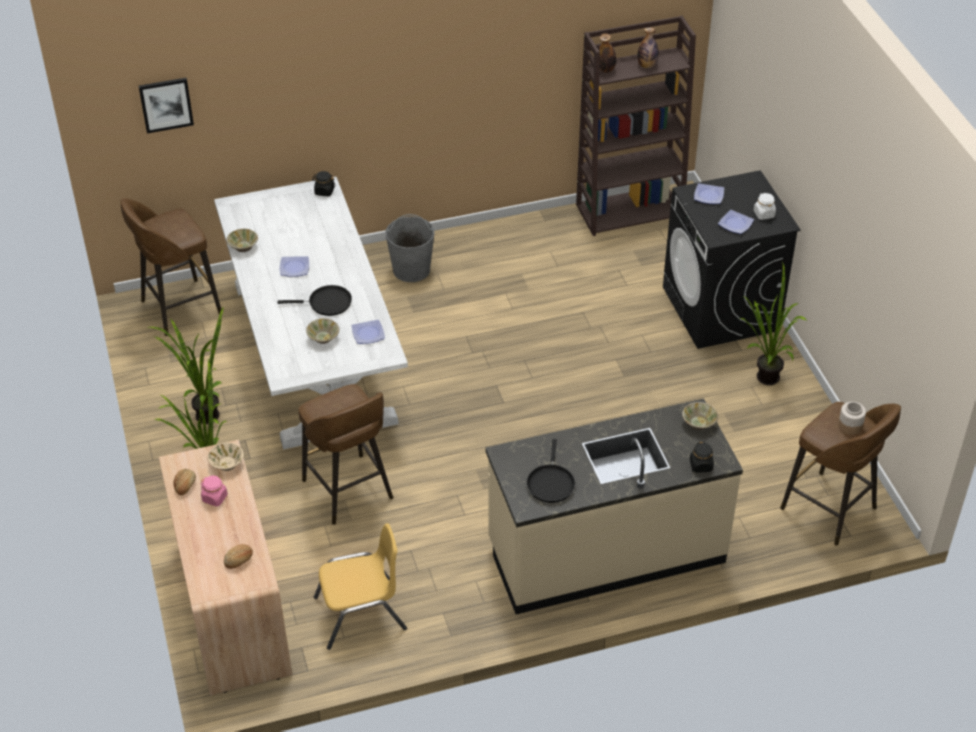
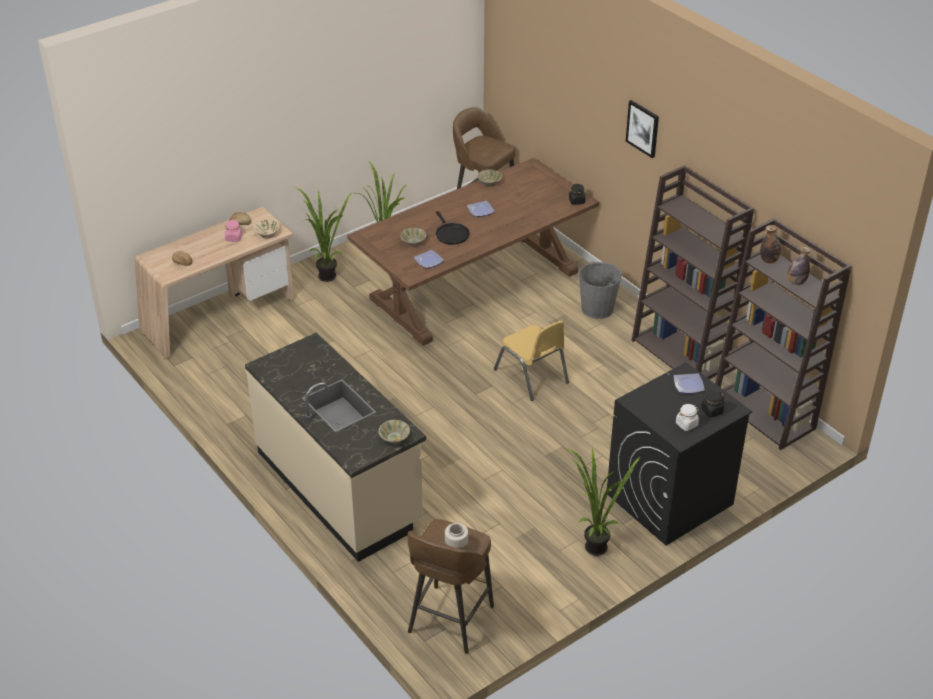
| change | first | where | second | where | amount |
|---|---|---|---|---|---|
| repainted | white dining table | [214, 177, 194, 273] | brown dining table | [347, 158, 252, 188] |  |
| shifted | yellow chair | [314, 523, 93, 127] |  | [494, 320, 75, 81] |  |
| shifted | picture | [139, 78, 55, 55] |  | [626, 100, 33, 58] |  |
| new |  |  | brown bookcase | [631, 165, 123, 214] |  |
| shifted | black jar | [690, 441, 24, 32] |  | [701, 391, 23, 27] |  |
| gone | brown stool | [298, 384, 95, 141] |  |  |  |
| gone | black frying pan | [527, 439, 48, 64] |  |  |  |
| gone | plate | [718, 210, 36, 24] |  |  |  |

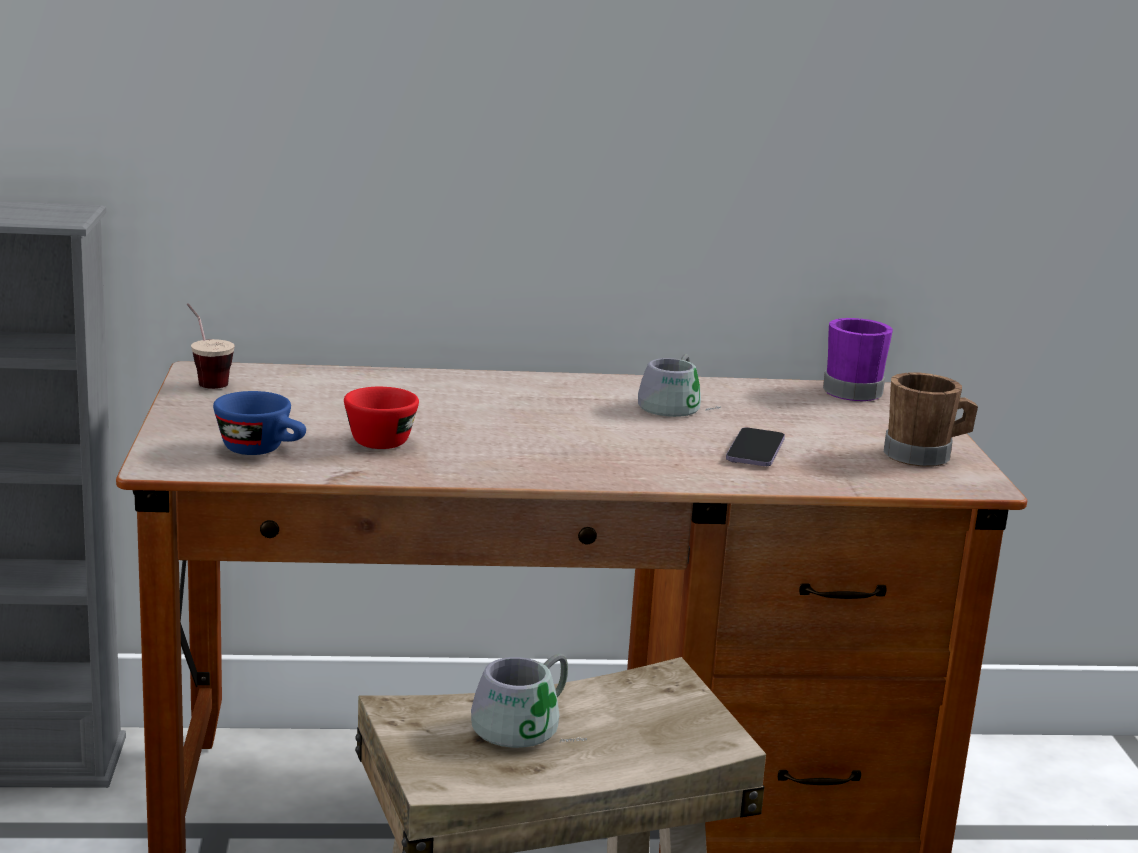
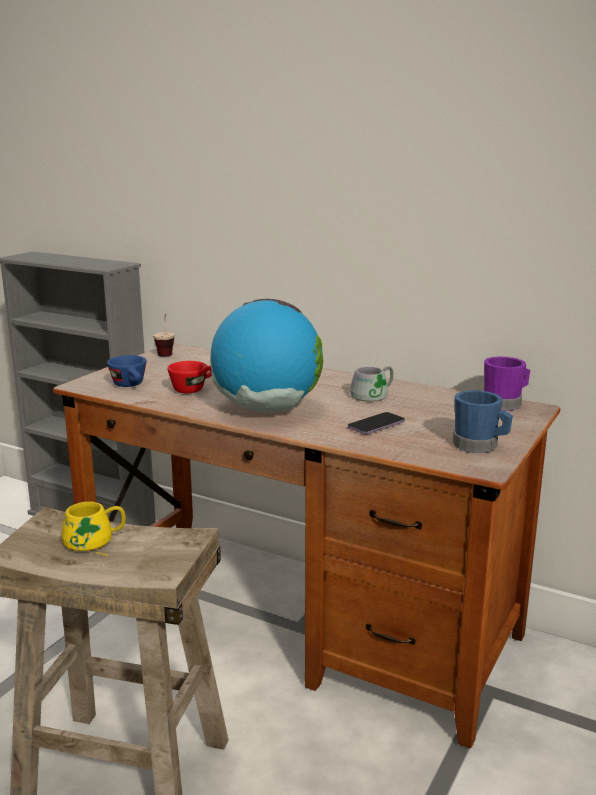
| change | first | where | second | where | amount |
|---|---|---|---|---|---|
| repainted | grey mug | [471, 654, 116, 94] | yellow mug | [62, 502, 64, 54] |  |
| new |  |  | globe | [210, 299, 113, 114] |  |
| repainted | brown mug | [884, 373, 94, 94] | blue mug | [453, 390, 60, 63] |  |

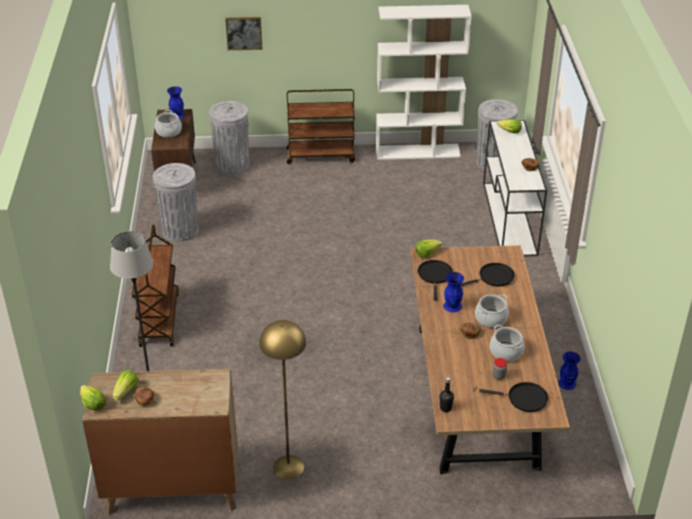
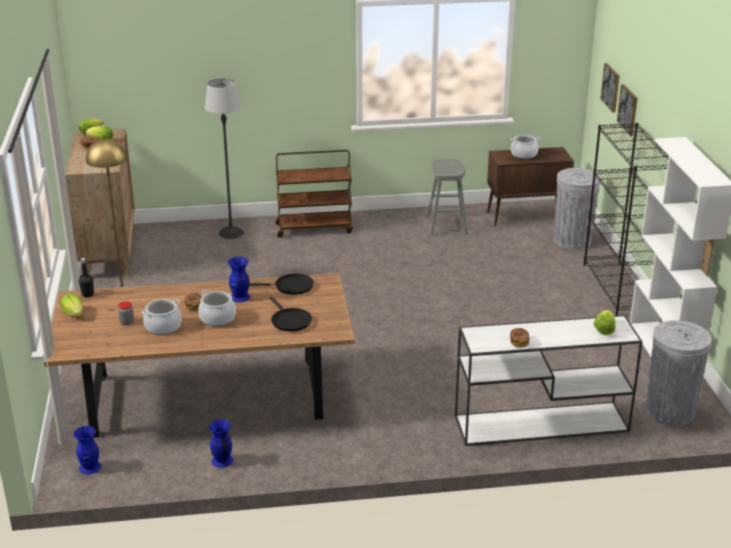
| change | first | where | second | where | amount |
|---|---|---|---|---|---|
| shifted | lettuce | [416, 240, 26, 18] |  | [61, 294, 22, 22] |  |
| shifted | blue vase | [167, 86, 18, 33] |  | [74, 426, 27, 49] |  |
| swapped | grey trash can | [152, 163, 47, 79] | grey stool | [427, 159, 41, 77] |  |
| swapped | brown cart | [287, 89, 68, 75] | black bookcase | [584, 123, 85, 192] |  |
| new |  |  | picture | [600, 63, 20, 49] |  |
| gone | black frying pan | [479, 382, 69, 30] |  |  |  |

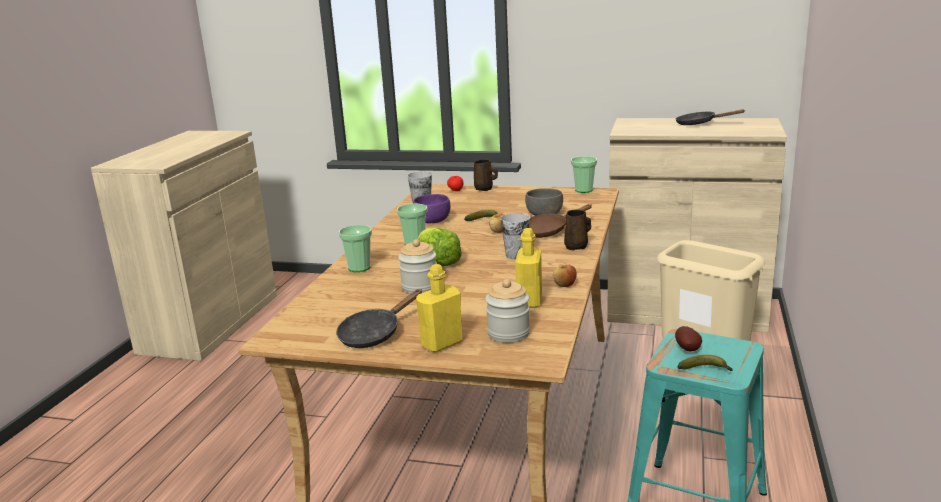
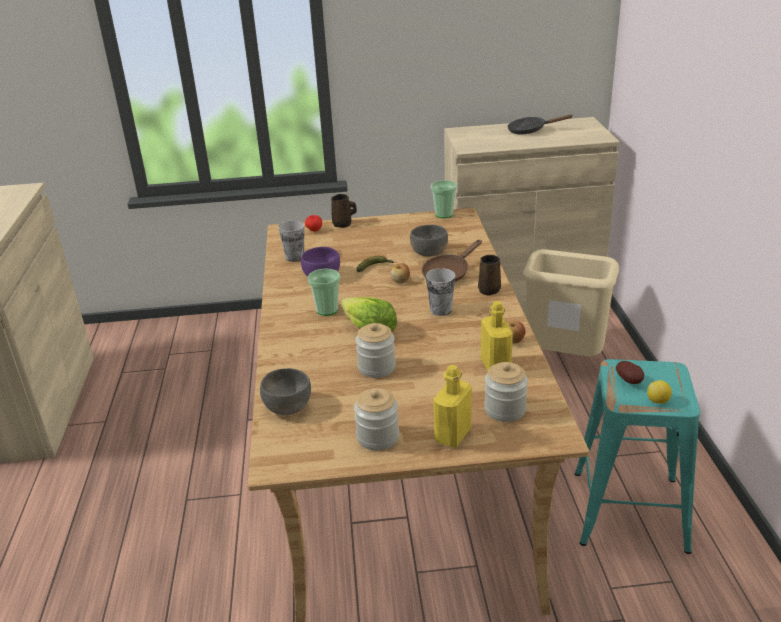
| change | first | where | second | where | amount |
|---|---|---|---|---|---|
| new |  |  | grey bowl | [260, 368, 51, 47] |  |
| swapped | black frying pan | [336, 289, 86, 59] | jar | [354, 388, 45, 63] |  |
| swapped | banana | [678, 355, 55, 16] | lemon | [647, 380, 25, 23] |  |
| gone | cup | [339, 225, 33, 47] |  |  |  |

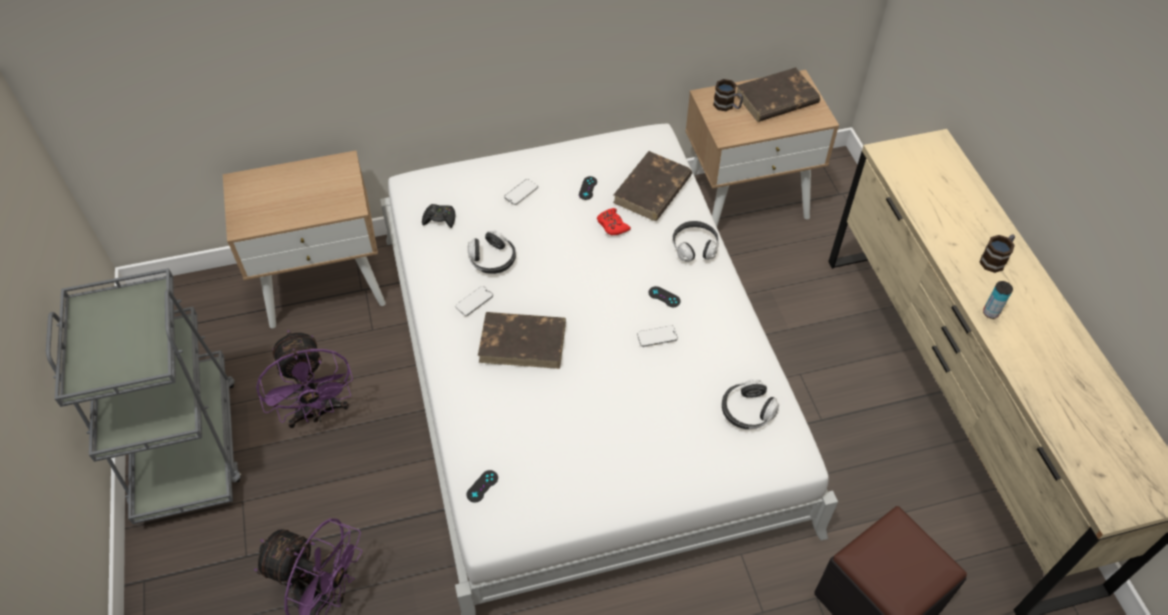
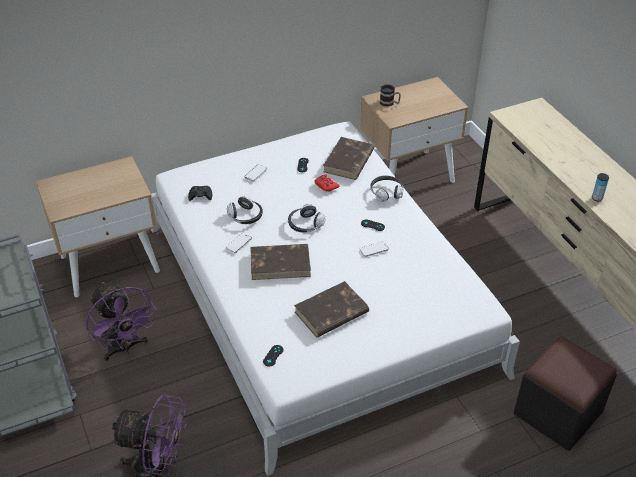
| change | first | where | second | where | amount |
|---|---|---|---|---|---|
| shifted | headphones | [722, 379, 57, 50] |  | [288, 204, 38, 29] |  |
| shifted | brown book | [736, 67, 84, 55] |  | [294, 281, 75, 57] |  |
| gone | mug | [979, 234, 36, 39] |  |  |  |

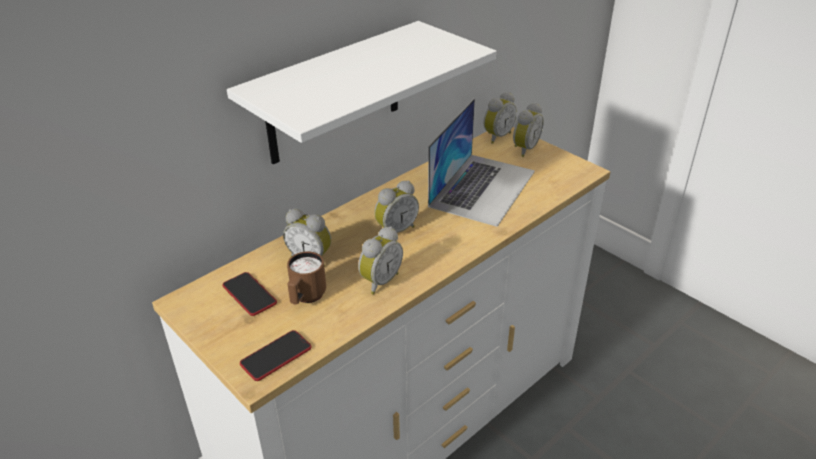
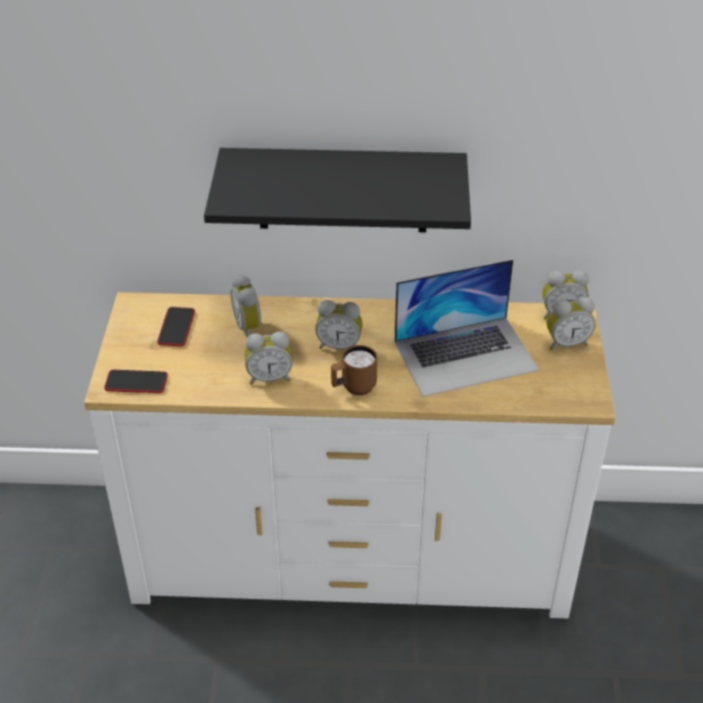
| change | first | where | second | where | amount |
|---|---|---|---|---|---|
| repainted | white shelf | [227, 21, 269, 143] | black shelf | [204, 148, 267, 84] |  |
| shifted | brown mug | [287, 251, 39, 53] |  | [331, 345, 46, 50] |  |

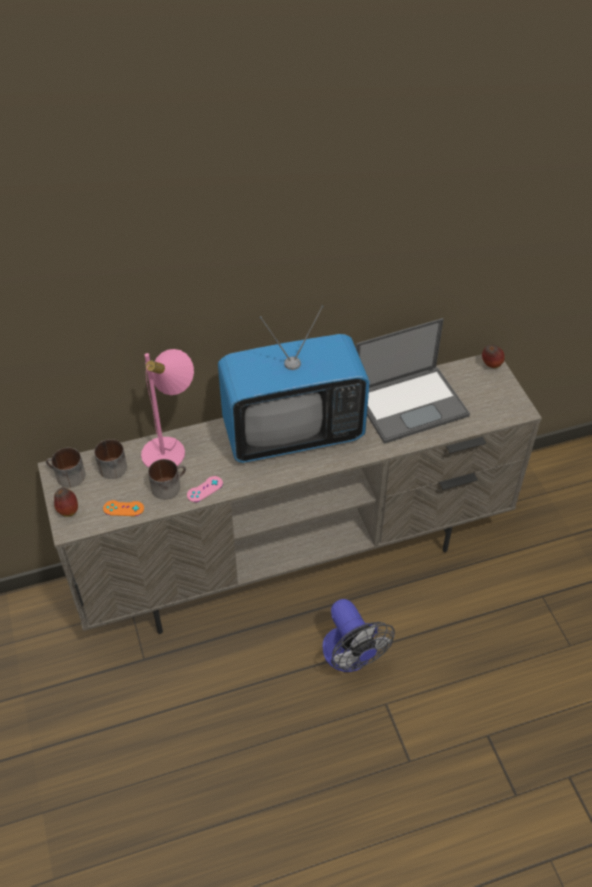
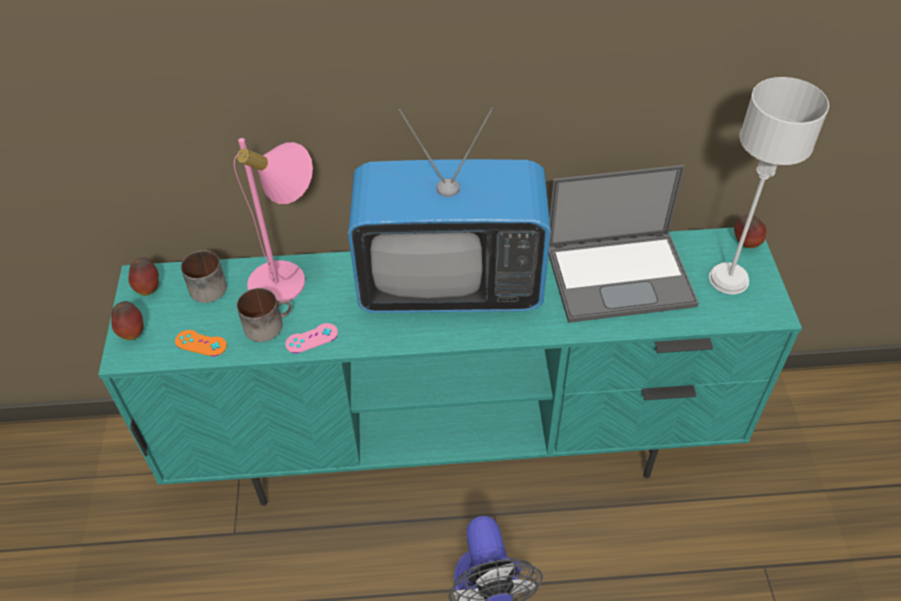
| change | first | where | second | where | amount |
|---|---|---|---|---|---|
| repainted | beige tv stand | [38, 354, 504, 280] | turquoise tv stand | [98, 227, 704, 279] |  |
| swapped | mug | [46, 447, 40, 41] | apple | [129, 258, 30, 38] |  |
| new |  |  | grey table lamp | [709, 77, 120, 217] |  |

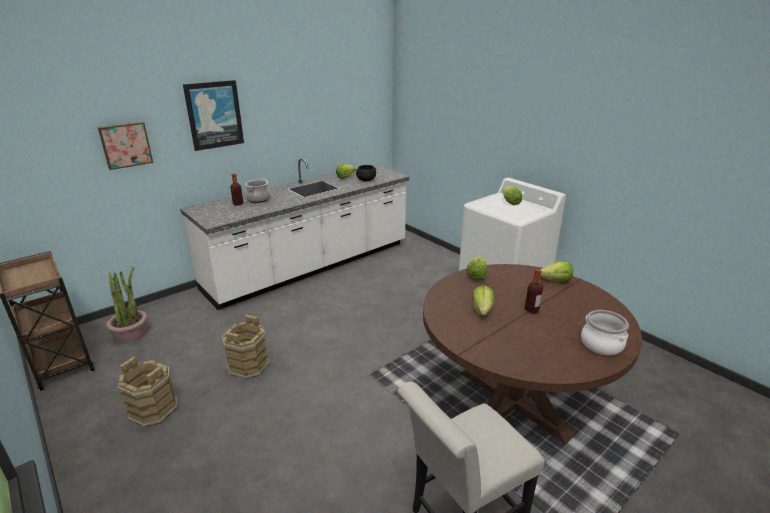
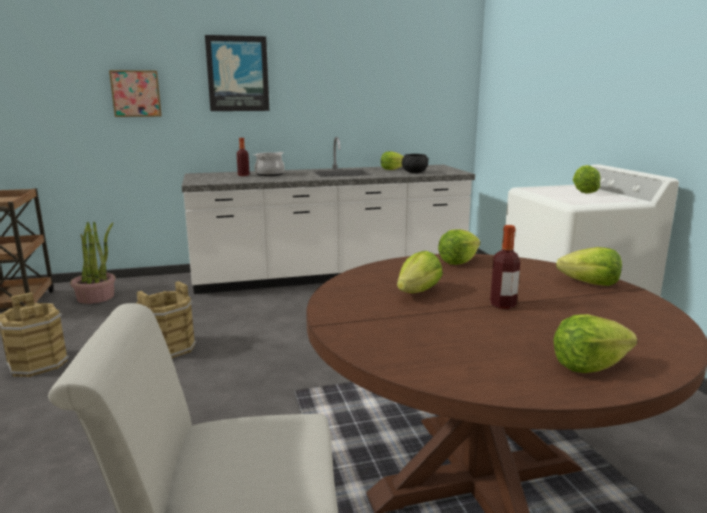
| change | first | where | second | where | amount |
|---|---|---|---|---|---|
| swapped | cooking pot | [581, 310, 48, 45] | lettuce | [553, 314, 84, 59] |  |

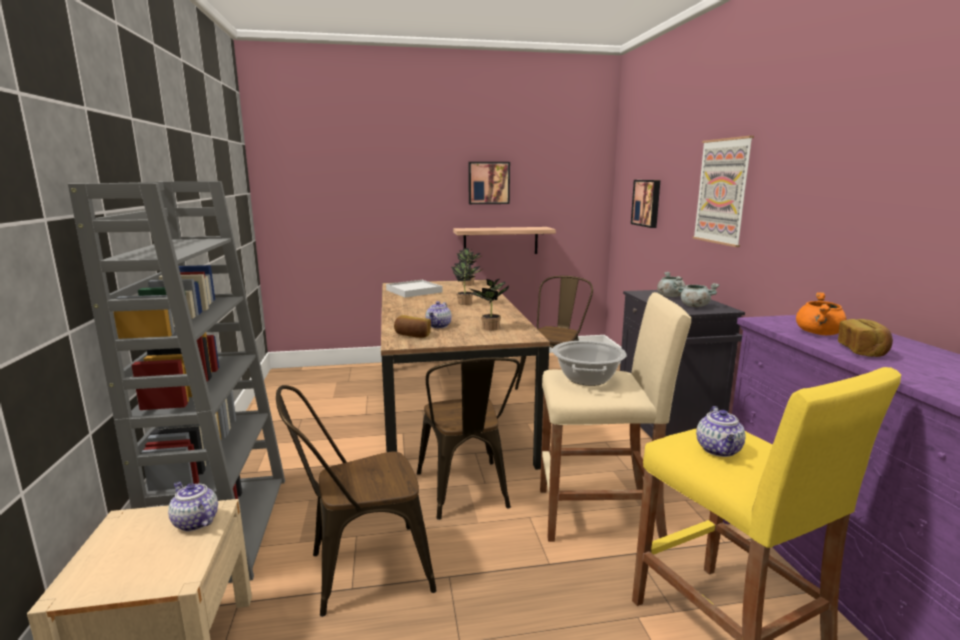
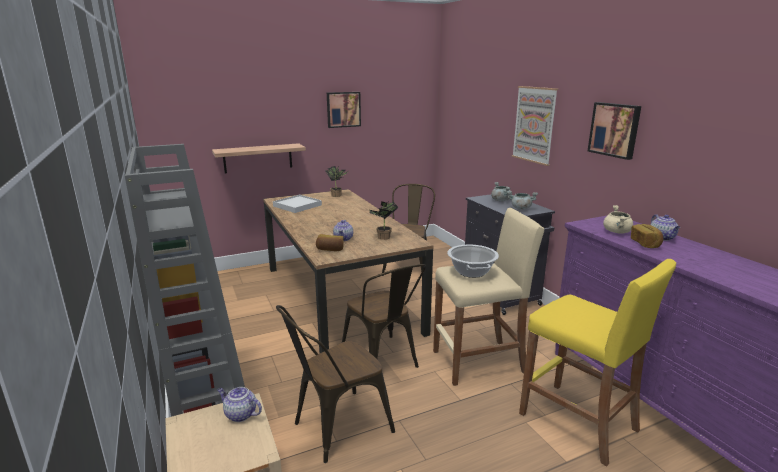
| change | first | where | second | where | amount |
|---|---|---|---|---|---|
| shifted | shelf | [453, 227, 103, 27] |  | [212, 143, 94, 30] |  |
| shifted | picture | [631, 180, 29, 48] |  | [588, 102, 53, 58] |  |
| repainted | orange cooking pot | [796, 292, 51, 43] | beige cooking pot | [603, 205, 30, 29] |  |
| shifted | teapot | [696, 406, 50, 51] |  | [651, 214, 29, 27] |  |
| gone | potted plant | [451, 261, 31, 44] |  |  |  |

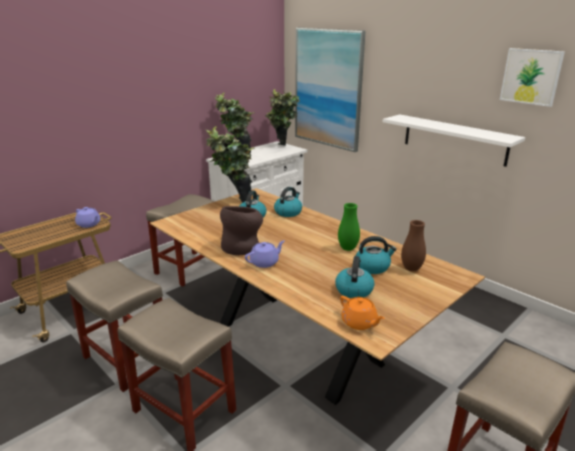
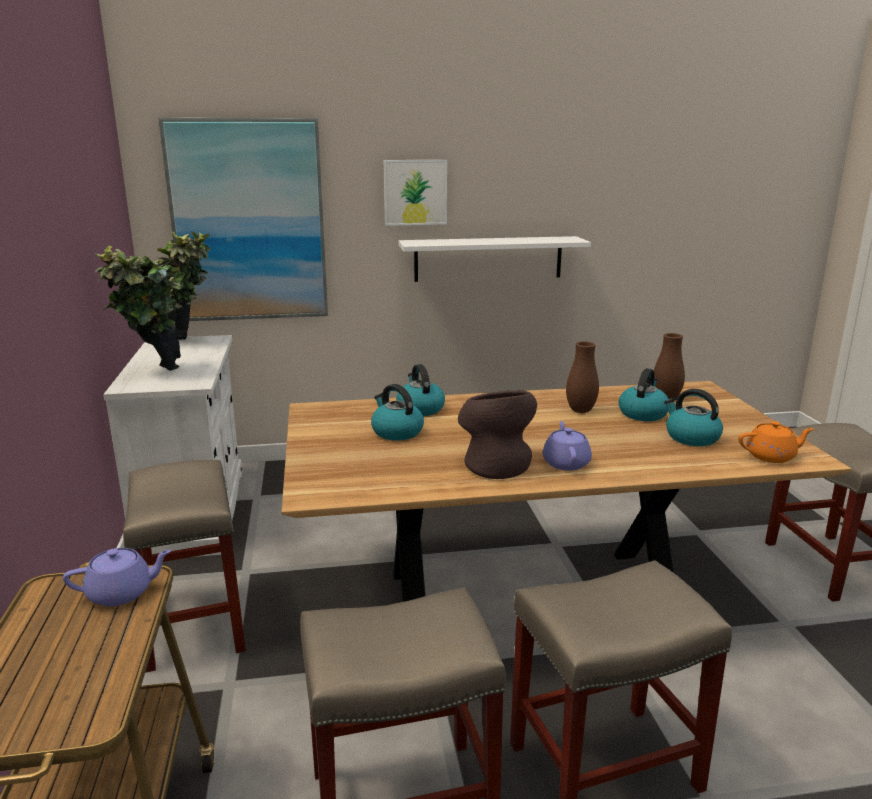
| change | first | where | second | where | amount |
|---|---|---|---|---|---|
| shifted | picture | [500, 48, 65, 59] |  | [383, 160, 64, 66] |  |
| repainted | green vase | [338, 203, 22, 48] | brown vase | [566, 341, 33, 72] |  |
| gone | potted plant | [206, 126, 48, 76] |  |  |  |

